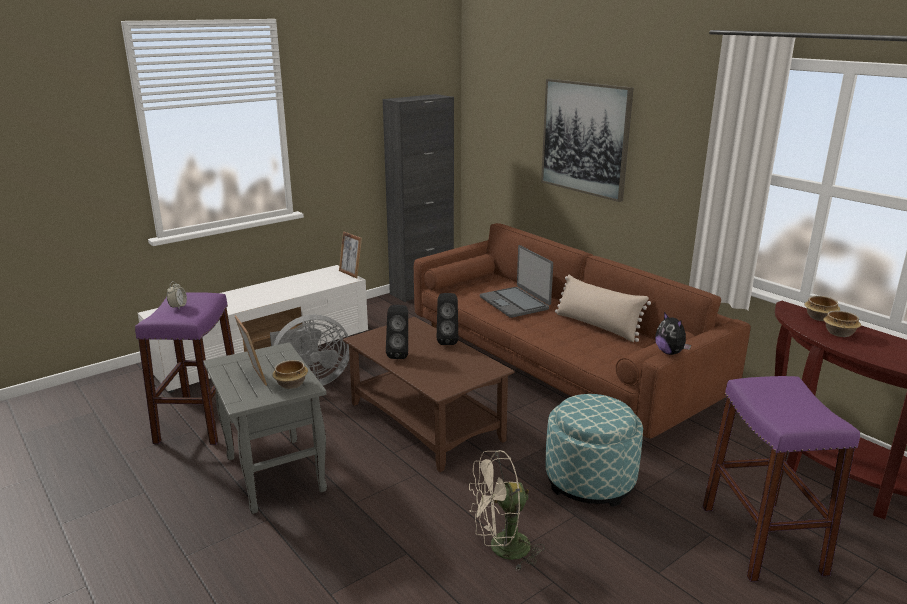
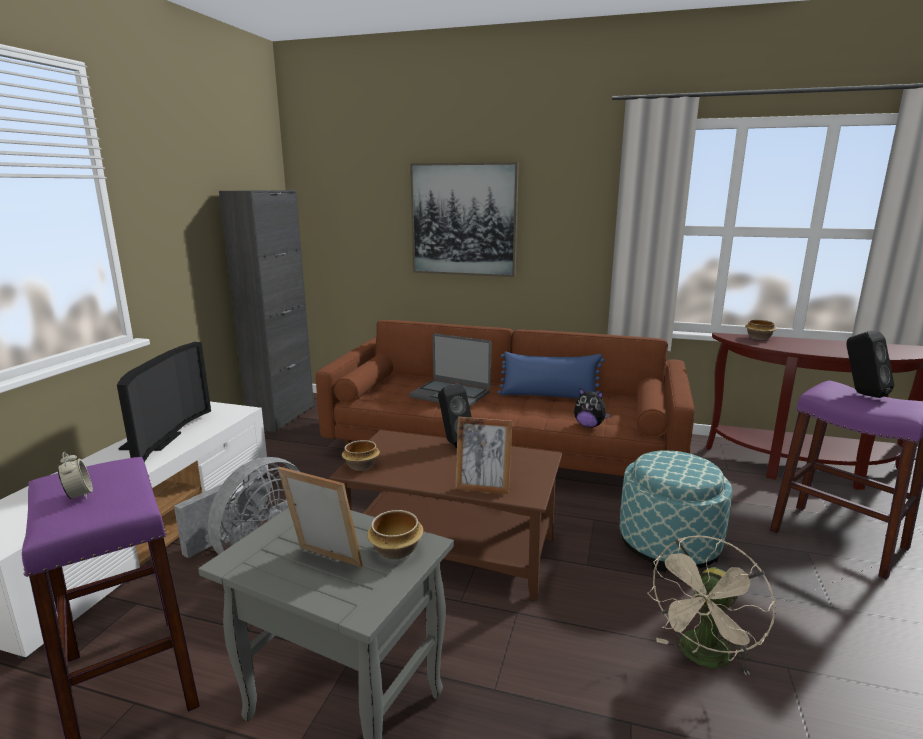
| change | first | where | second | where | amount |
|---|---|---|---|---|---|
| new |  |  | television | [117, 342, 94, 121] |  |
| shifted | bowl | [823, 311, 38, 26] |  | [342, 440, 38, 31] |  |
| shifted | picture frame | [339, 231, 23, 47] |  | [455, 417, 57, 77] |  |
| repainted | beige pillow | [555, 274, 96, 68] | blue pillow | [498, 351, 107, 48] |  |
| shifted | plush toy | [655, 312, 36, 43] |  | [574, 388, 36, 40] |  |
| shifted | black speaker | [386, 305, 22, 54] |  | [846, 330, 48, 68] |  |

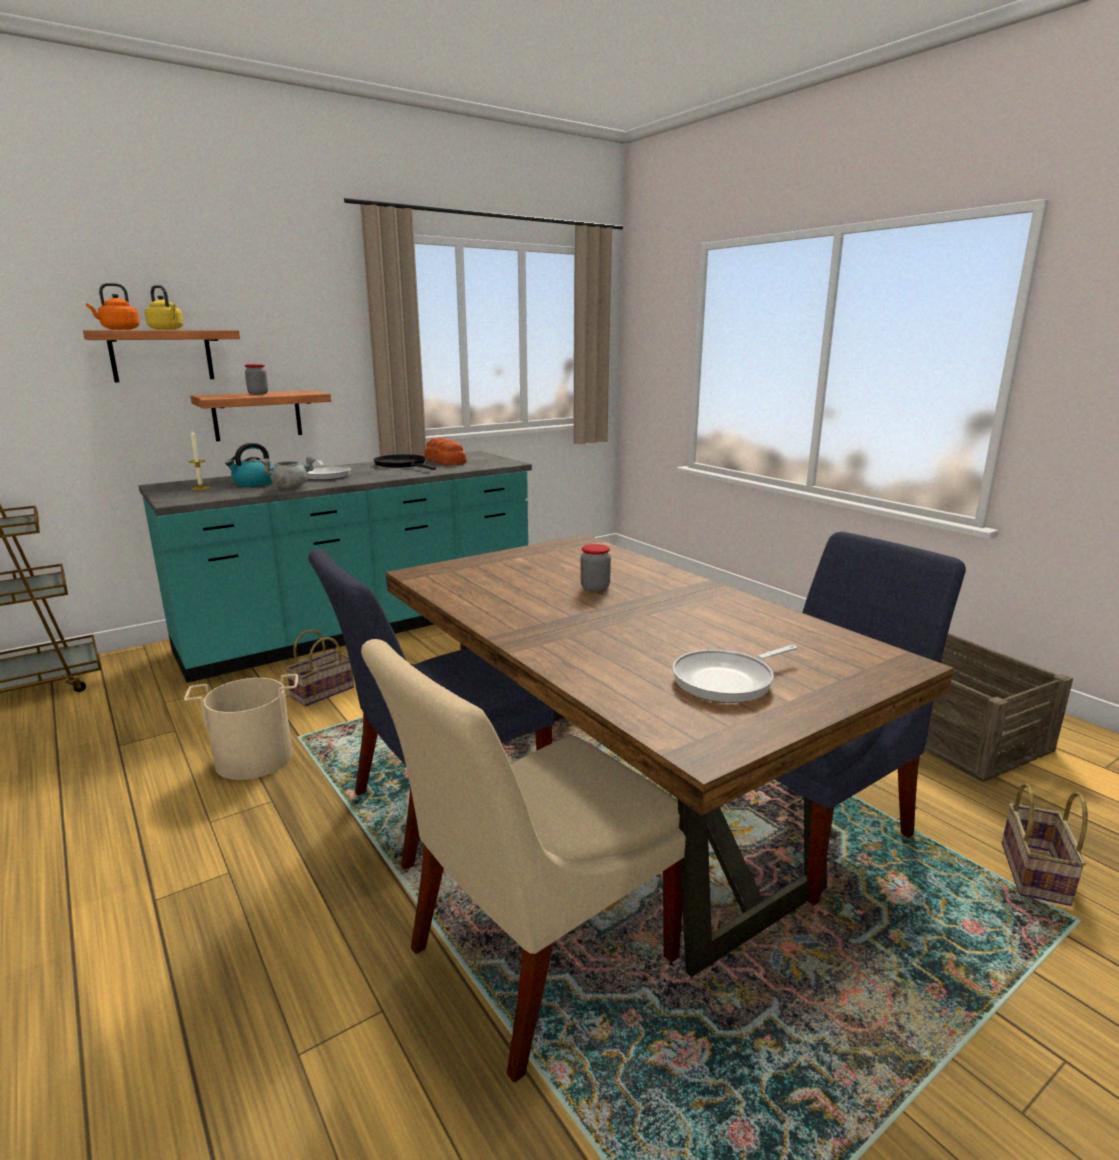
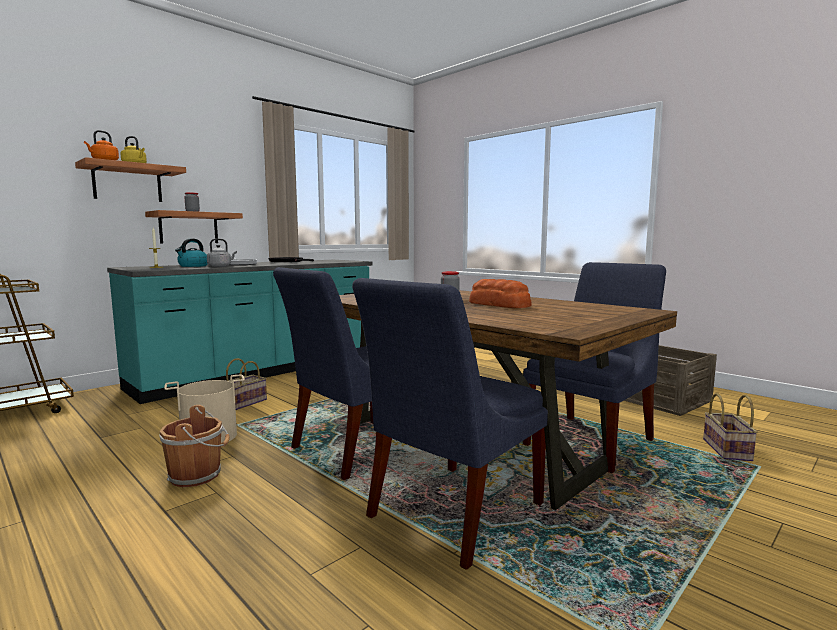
| change | first | where | second | where | amount |
|---|---|---|---|---|---|
| new |  |  | brown bucket | [159, 405, 71, 82] |  |
| swapped | grey cooking pot | [260, 456, 56, 32] | grey kettle | [207, 238, 30, 29] |  |
| repainted | beige chair | [361, 639, 325, 443] | blue chair | [352, 278, 196, 292] |  |
| shifted | bread | [424, 438, 43, 27] |  | [469, 279, 63, 29] |  |
| gone | frying pan | [673, 645, 125, 58] |  |  |  |

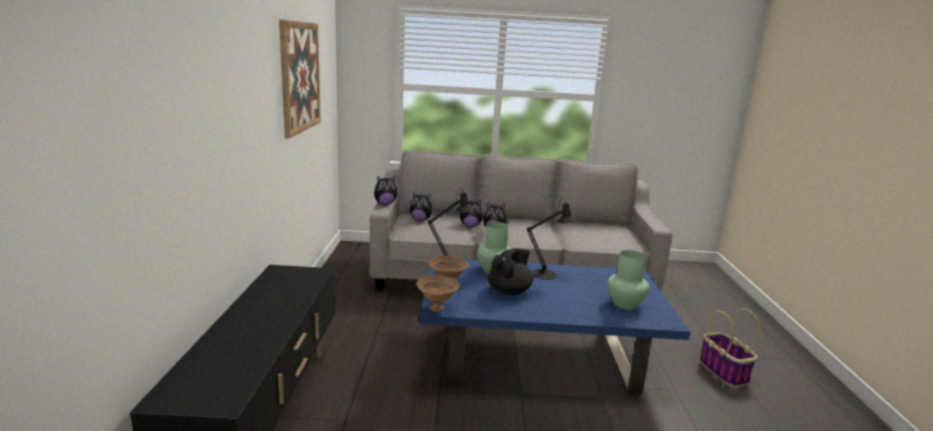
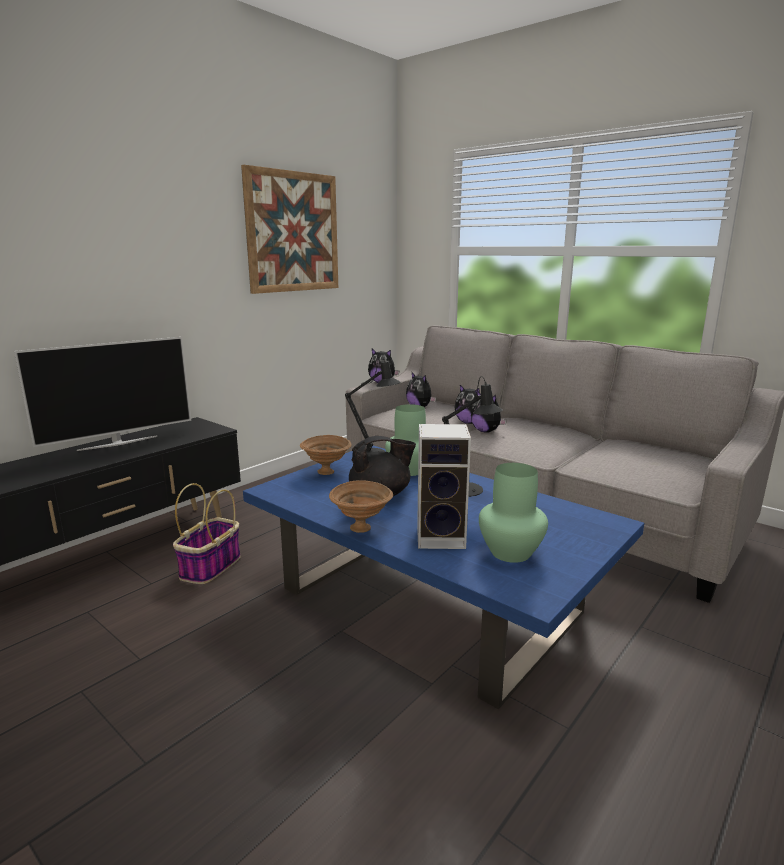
| change | first | where | second | where | amount |
|---|---|---|---|---|---|
| new |  |  | television | [14, 337, 177, 114] |  |
| shifted | basket | [700, 309, 60, 78] |  | [173, 483, 68, 101] |  |
| shifted | brown bowl | [417, 275, 43, 36] |  | [329, 480, 64, 53] |  |
| new |  |  | speaker | [417, 424, 54, 125] |  |

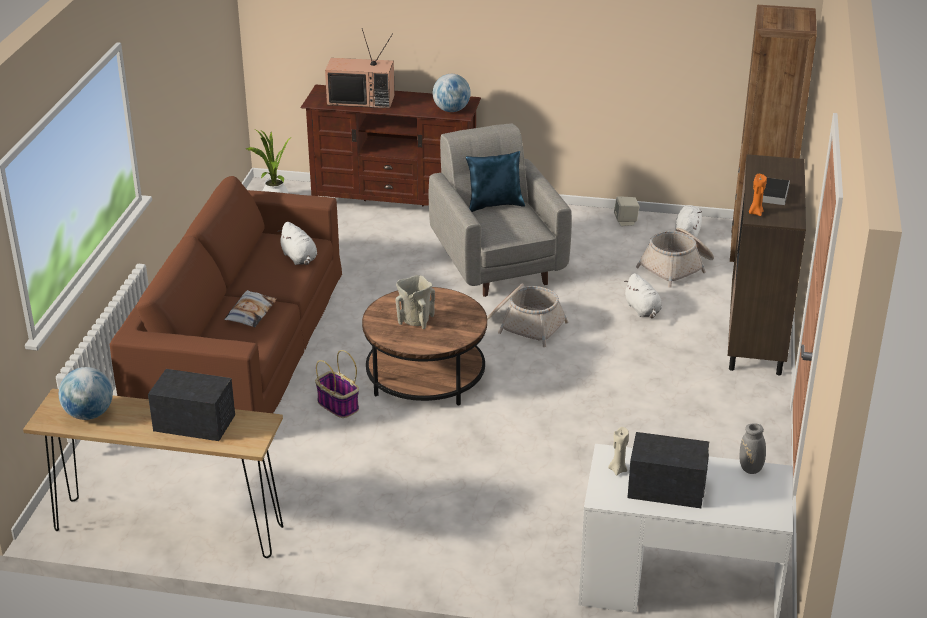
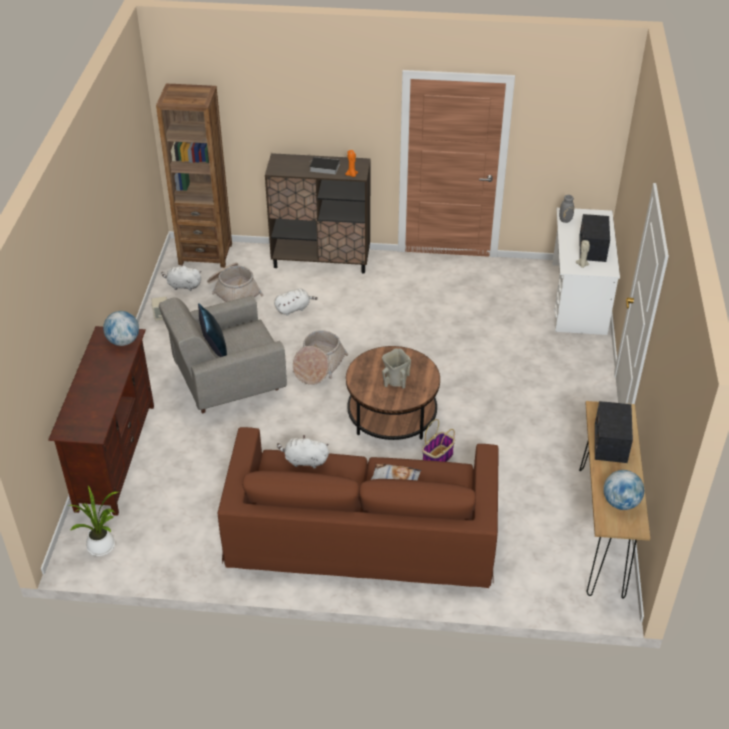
| change | first | where | second | where | amount |
|---|---|---|---|---|---|
| rotated | white plush toy | [279, 222, 38, 43] |  | [277, 435, 52, 34] | 135 degrees counterclockwise |
| gone | television | [325, 28, 70, 80] |  |  |  |

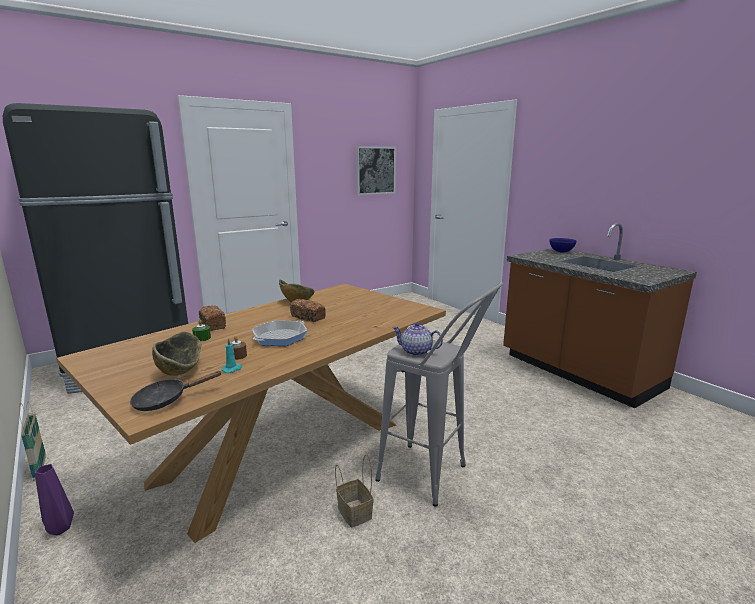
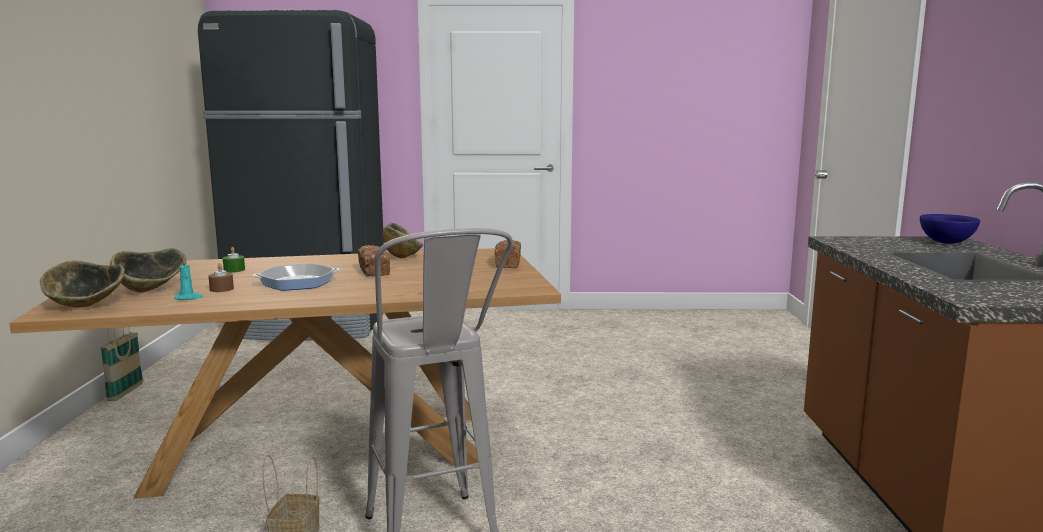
| change | first | where | second | where | amount |
|---|---|---|---|---|---|
| swapped | black frying pan | [130, 371, 92, 40] | bowl | [40, 260, 85, 48] |  |
| shifted | bread | [199, 306, 27, 25] |  | [495, 240, 26, 28] |  |
| gone | purple vase | [35, 464, 39, 72] |  |  |  |
| gone | picture | [356, 146, 40, 49] |  |  |  |
| gone | teapot | [392, 322, 51, 34] |  |  |  |

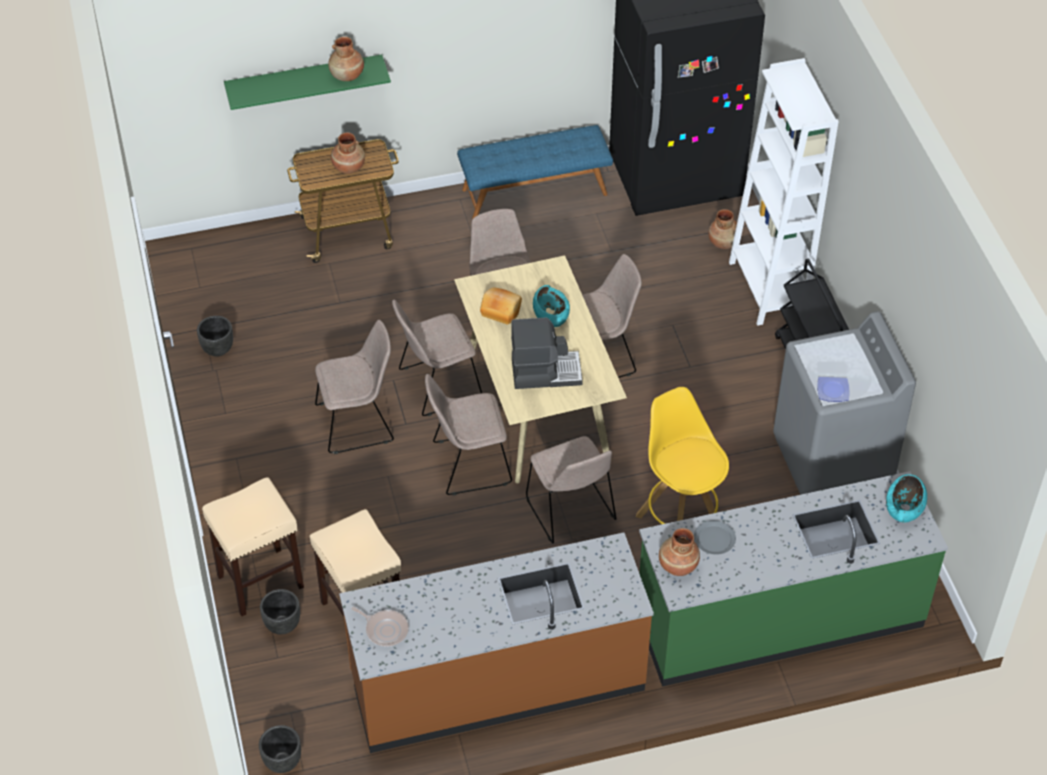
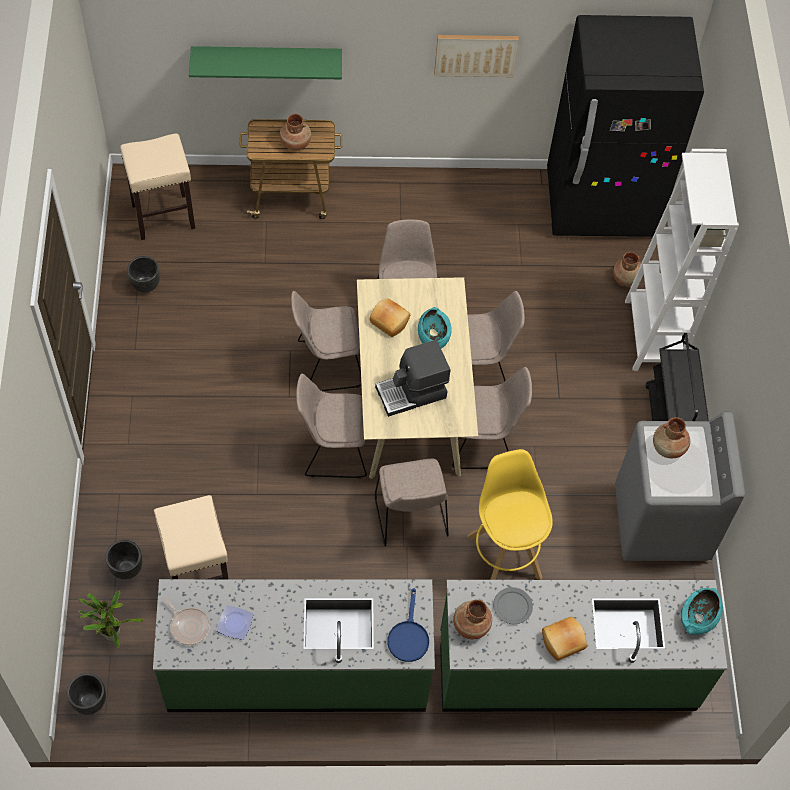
| change | first | where | second | where | amount |
|---|---|---|---|---|---|
| new |  |  | potted plant | [78, 590, 65, 58] |  |
| shifted | beige stool | [202, 477, 102, 139] |  | [120, 134, 75, 106] |  |
| repainted | brown counter | [339, 532, 315, 221] | green counter | [153, 579, 282, 133] |  |
| shifted | plate | [817, 377, 32, 25] |  | [216, 605, 38, 35] |  |
| rotated | coffee machine | [511, 317, 72, 72] |  | [375, 340, 76, 77] | 150 degrees clockwise |
| new |  |  | blue frying pan | [387, 588, 42, 74] |  |
| new |  |  | picture | [434, 35, 85, 42] |  |
| shifted | beige chair | [315, 320, 79, 134] |  | [452, 367, 80, 102] |  |
| new |  |  | bread | [542, 617, 45, 44] |  |
| shifted | brown vase | [328, 37, 36, 44] |  | [653, 417, 37, 41] |  |
| gone | blue bench | [457, 125, 156, 94] |  |  |  |

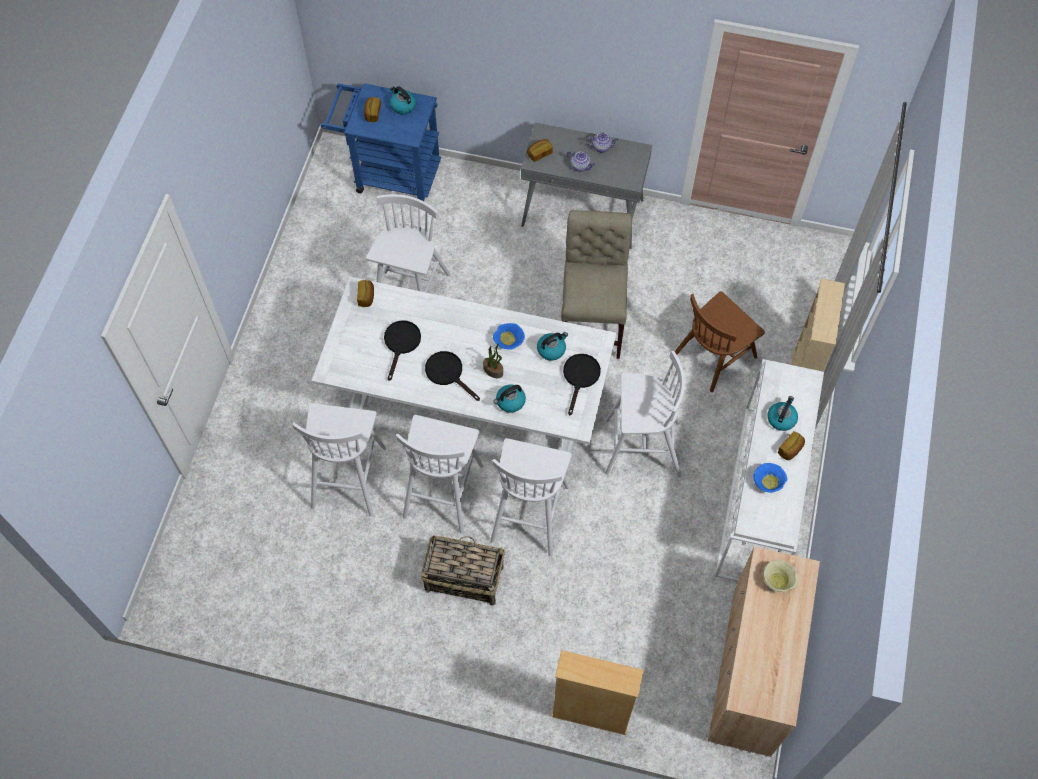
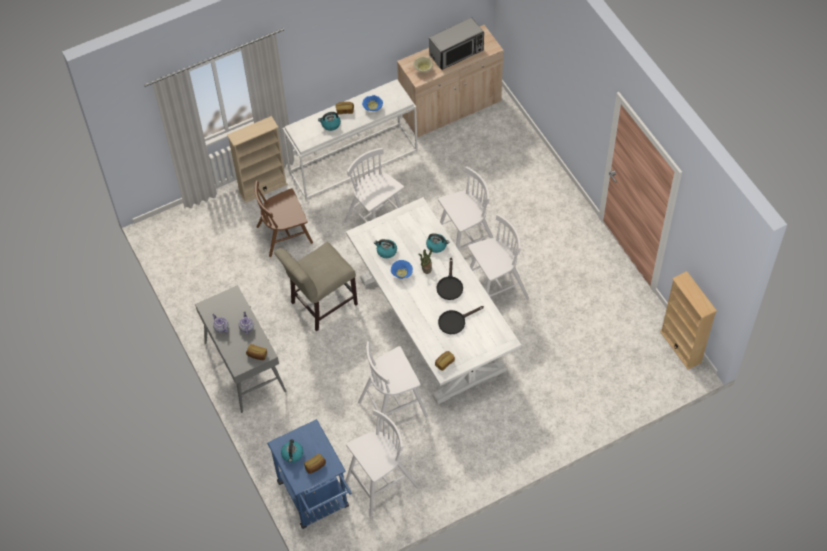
| change | first | where | second | where | amount |
|---|---|---|---|---|---|
| rotated | brown chair | [674, 291, 91, 101] |  | [255, 180, 58, 77] | 150 degrees clockwise |
| shifted | white stool | [292, 403, 95, 114] |  | [345, 409, 74, 108] |  |
| new |  |  | microwave | [429, 17, 55, 53] |  |
| shifted | beige bookcase | [551, 650, 93, 85] |  | [660, 271, 57, 98] |  |
| gone | basket | [421, 535, 84, 71] |  |  |  |
| gone | black frying pan | [563, 354, 38, 61] |  |  |  |

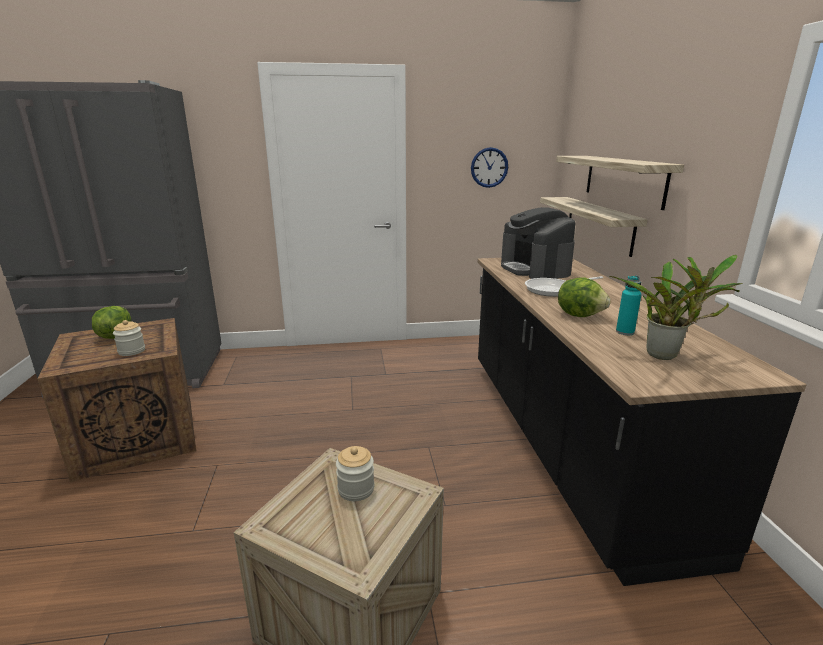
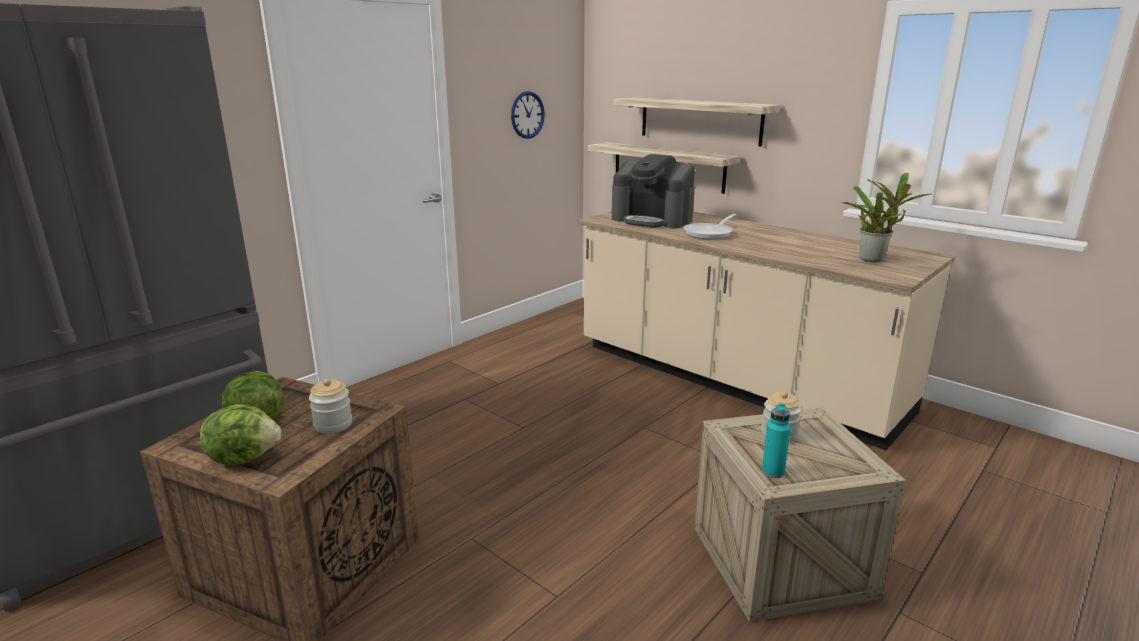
| change | first | where | second | where | amount |
|---|---|---|---|---|---|
| shifted | lettuce | [558, 277, 53, 40] |  | [200, 404, 82, 61] |  |
| repainted | black counter | [478, 258, 329, 328] | beige counter | [580, 212, 375, 238] |  |
| shifted | turquoise bottle | [616, 276, 26, 59] |  | [762, 403, 29, 75] |  |

